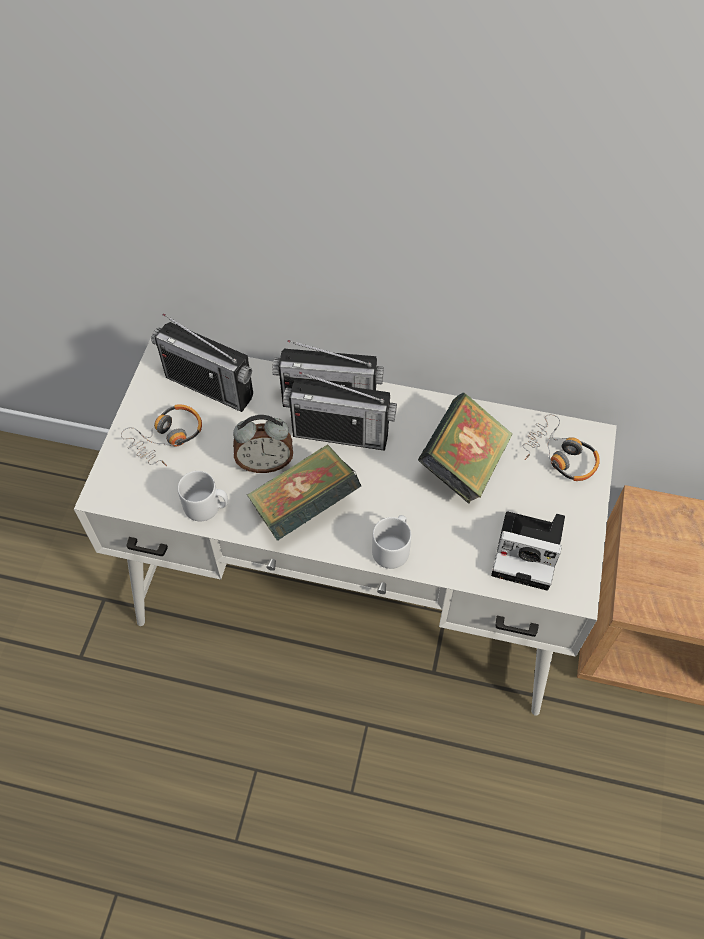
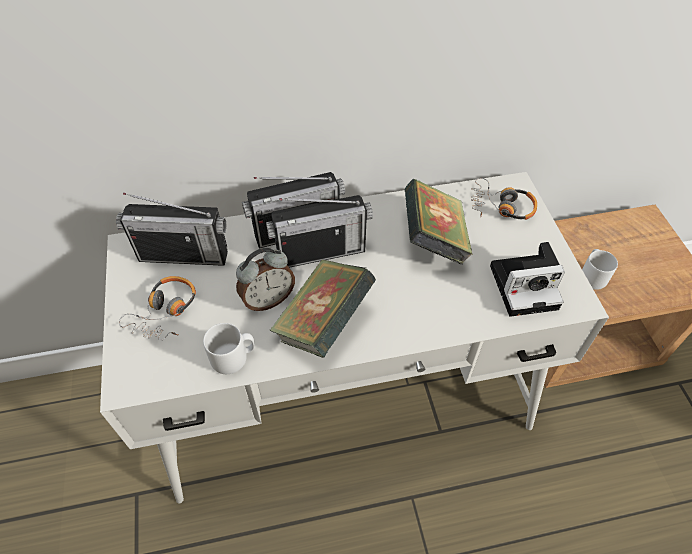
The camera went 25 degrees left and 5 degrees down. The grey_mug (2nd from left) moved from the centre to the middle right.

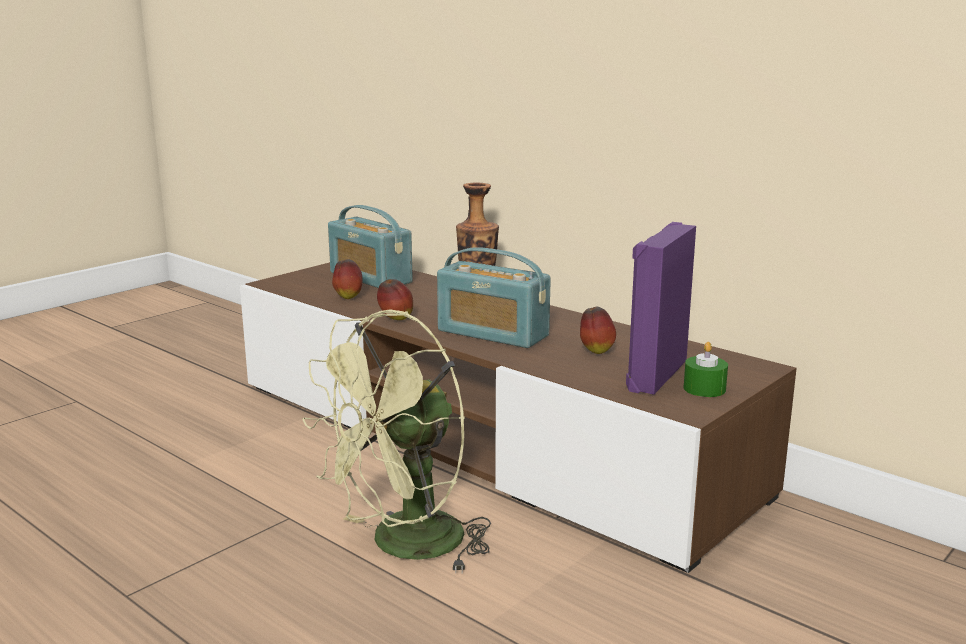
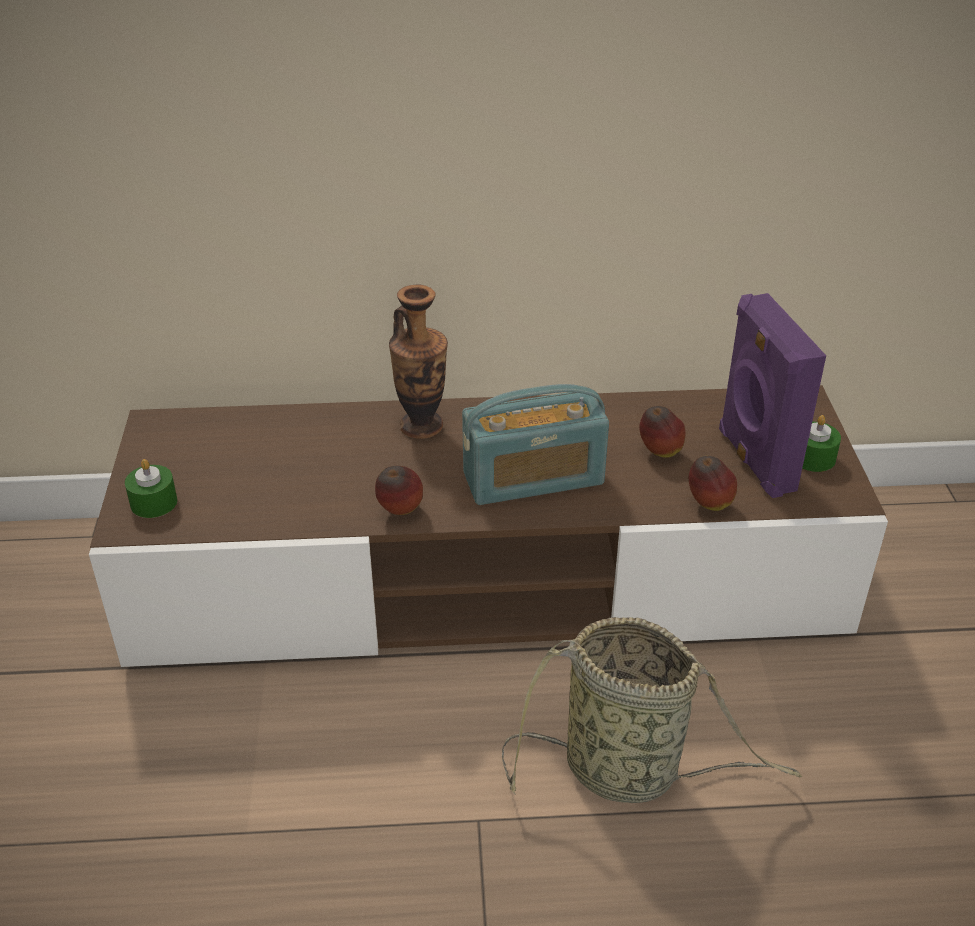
The camera went 45 degrees left and 20 degrees up. The radio (1st from left) at the centre disappeared. The apple (1st from left in the first image) moved from the centre to the middle right. The green_fan at the bottom centre was replaced by the basket at the bottom right. The green_candle (1st from left) at the middle left appeared.

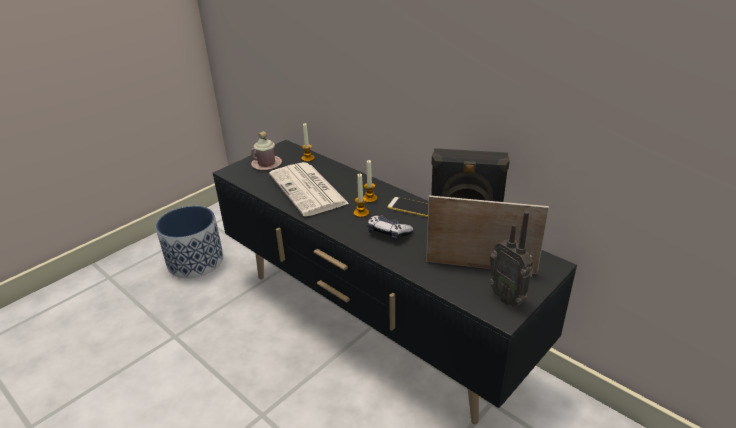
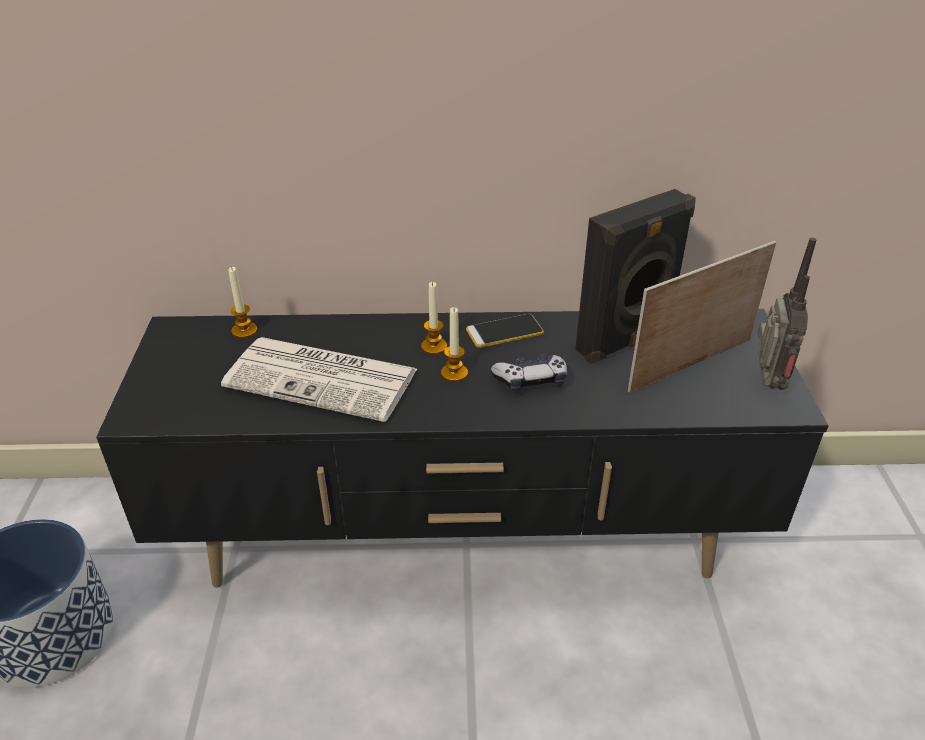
The camera went 45 degrees left and 5 degrees up. The pink_mug at the centre disappeared. The radio at the middle right turned 90 degrees counterclockwise.

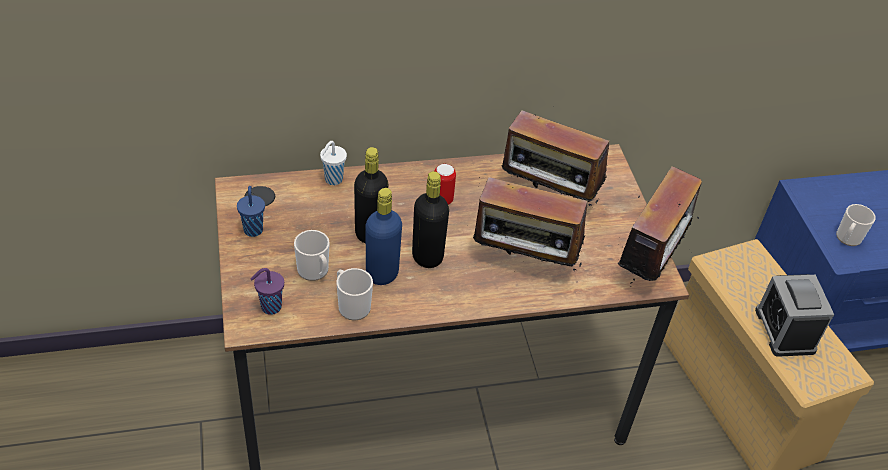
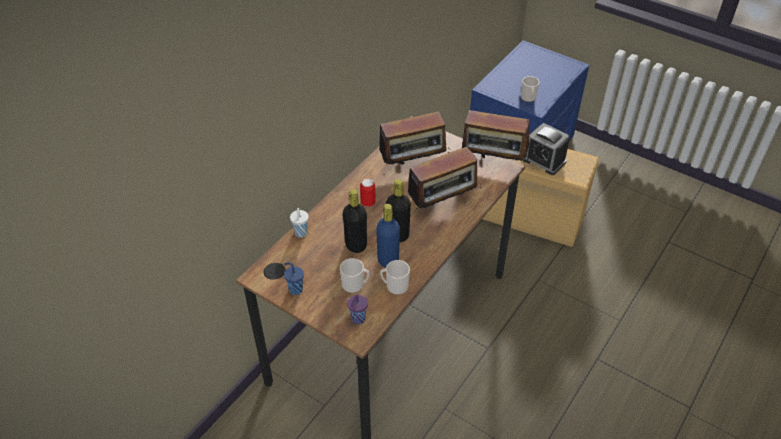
The camera went 40 degrees left and 0 degrees up. The radio (3rd from left) at the middle right turned 120 degrees clockwise.

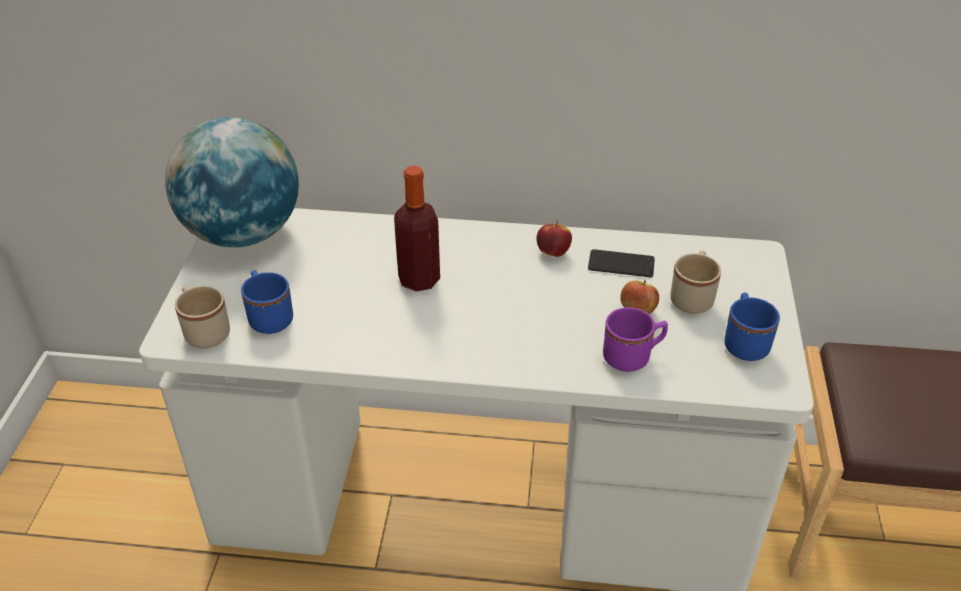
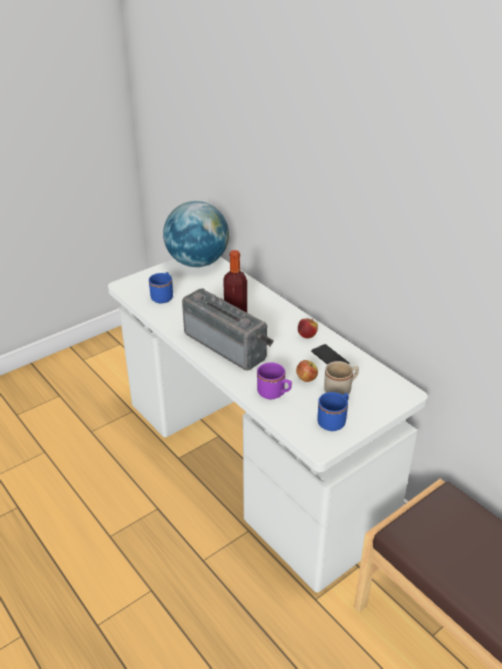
The camera went 45 degrees right and 5 degrees down. The beige_mug (1st from left) at the middle left disappeared. The radio at the centre appeared.

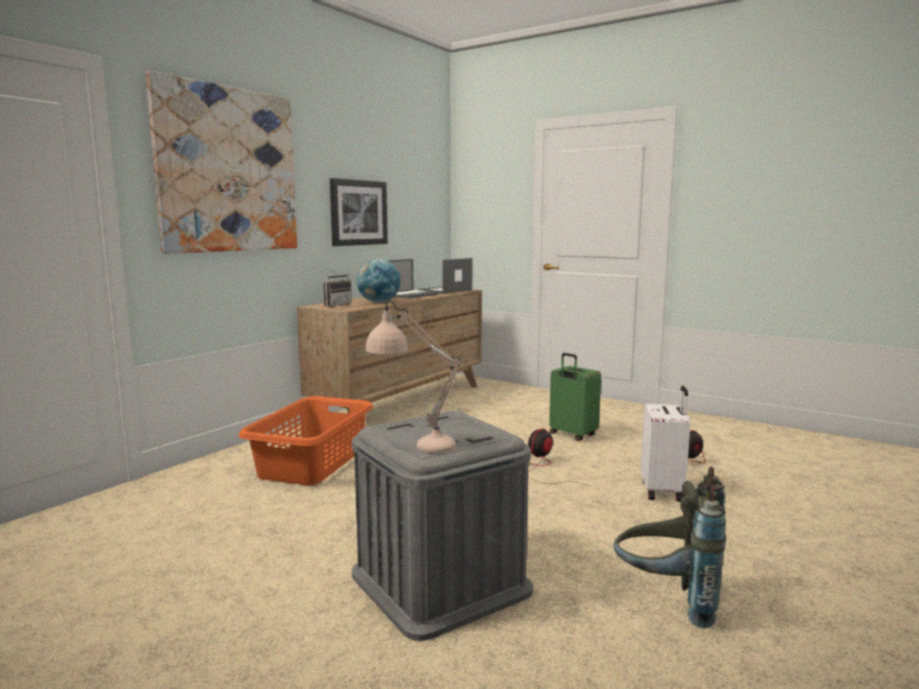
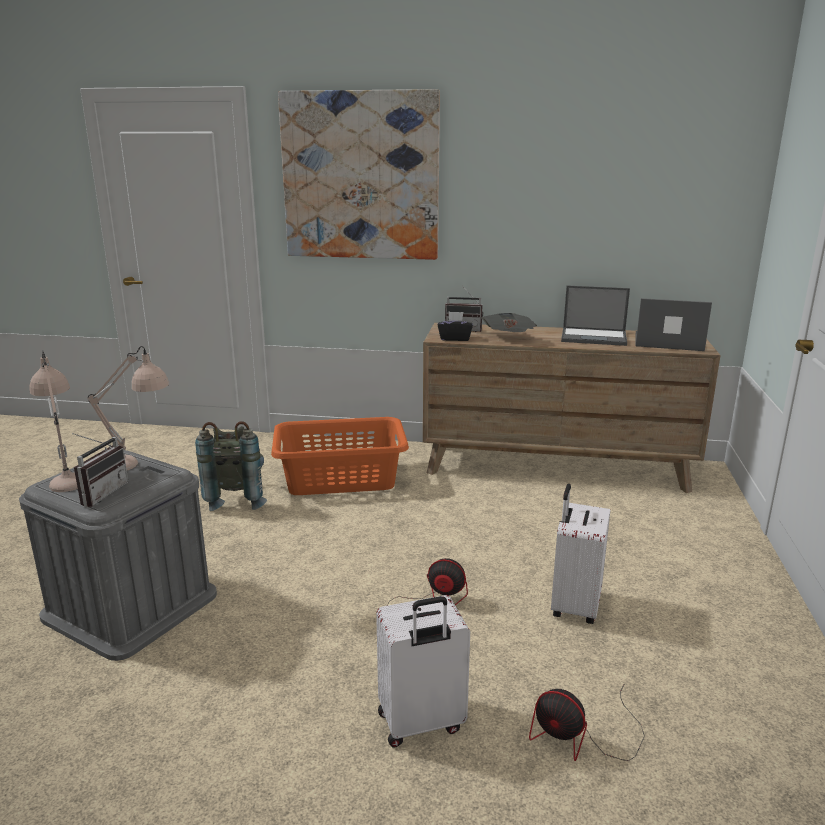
The camera went 65 degrees right and 10 degrees up. The picture (2nd from left) at the top centre disappeared. The globe at the centre was replaced by the newspaper at the centre. The green_suitcase at the centre became the white_suitcase (2nd from left) at the bottom right. The grey_backpack moved from the bottom right to the middle left. The black_tissue_box at the centre appeared. The beige_table_lamp (2nd from left) at the middle left appeared. The radio (1st from left) at the middle left appeared.

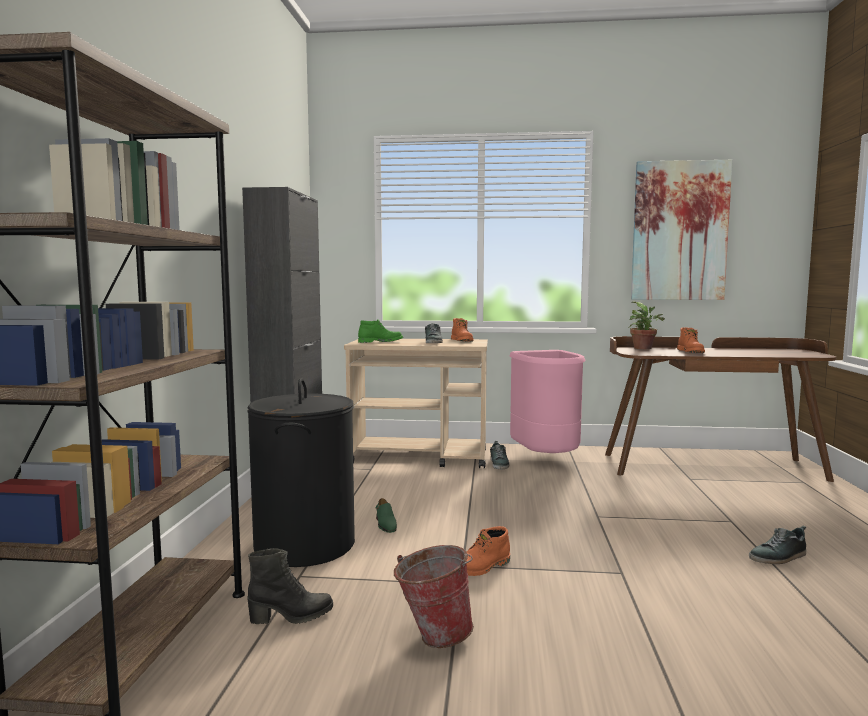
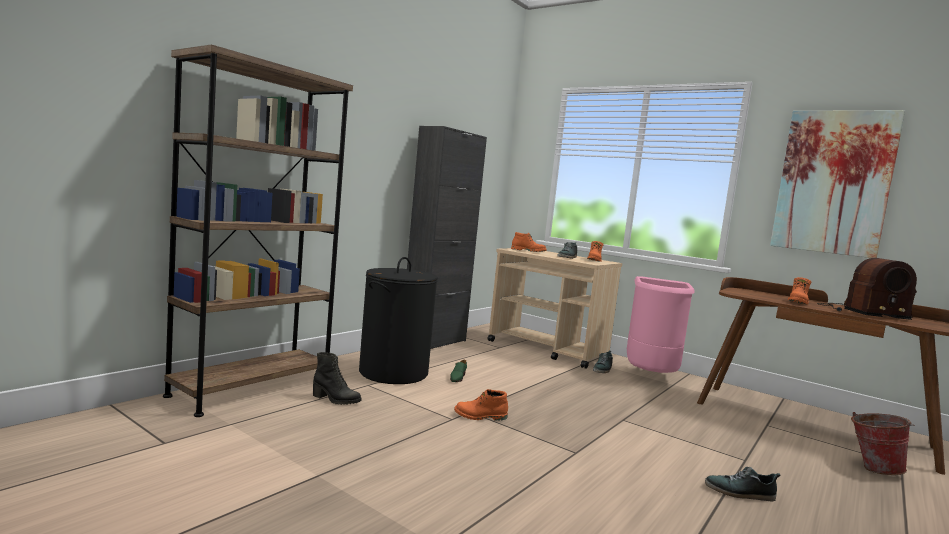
The camera went 30 degrees right and 0 degrees up. The potted_plant at the middle right disappeared. The green_boot at the centre became the orange_boot (2nd from left) at the centre. The bucket moved from the bottom centre to the bottom right. The radio at the middle right appeared.

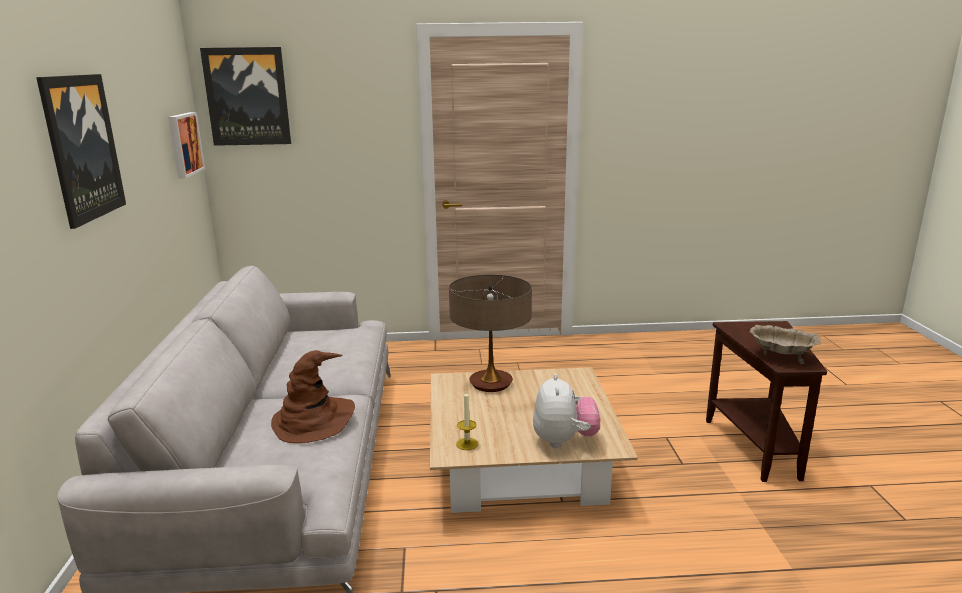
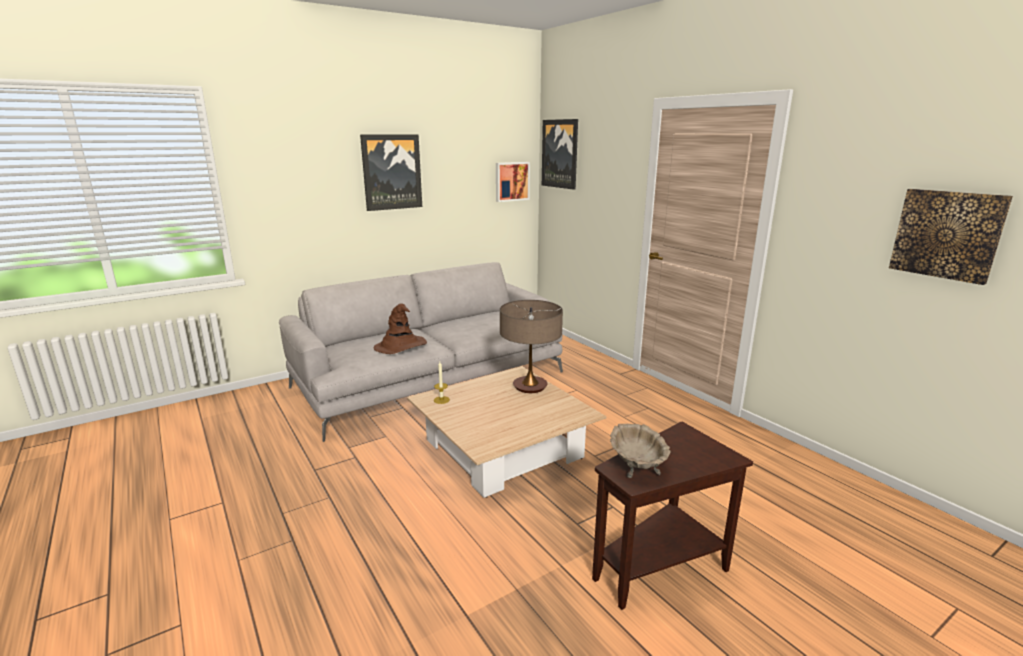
The camera went 60 degrees right and 0 degrees up. The plush_toy at the bottom centre disappeared. The picture (4th from left) at the middle right appeared.

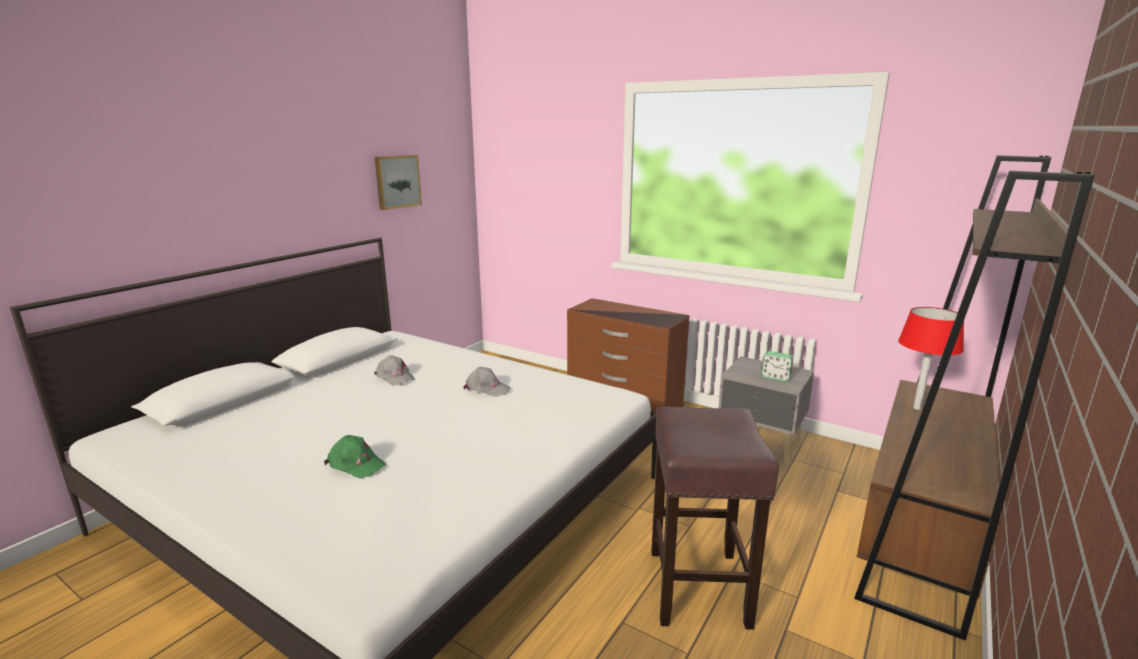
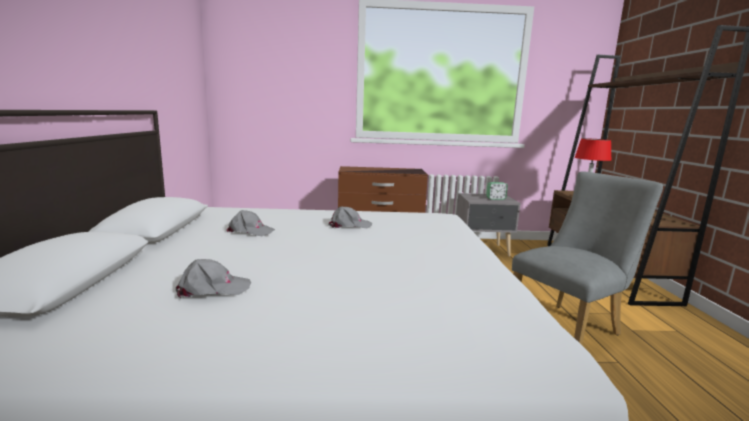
The camera went 35 degrees left and 5 degrees down. The picture at the top centre disappeared. The brown_stool at the bottom centre was replaced by the grey_chair at the middle right. The green_cap at the bottom left disappeared. The grey_cap (1st from left) at the middle left appeared.

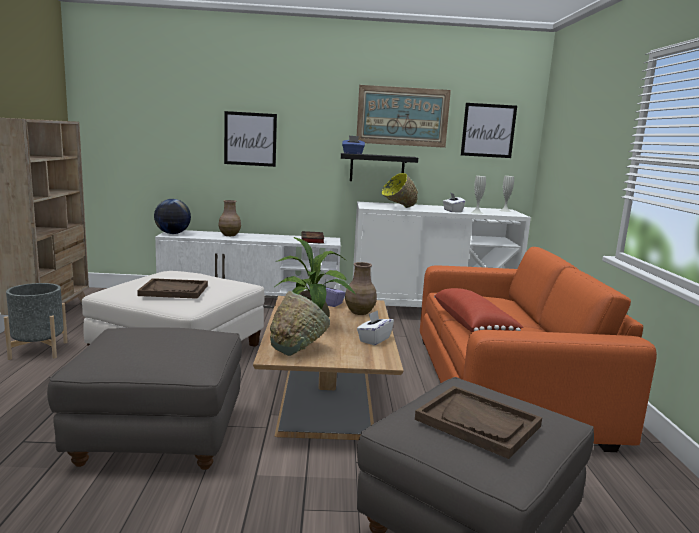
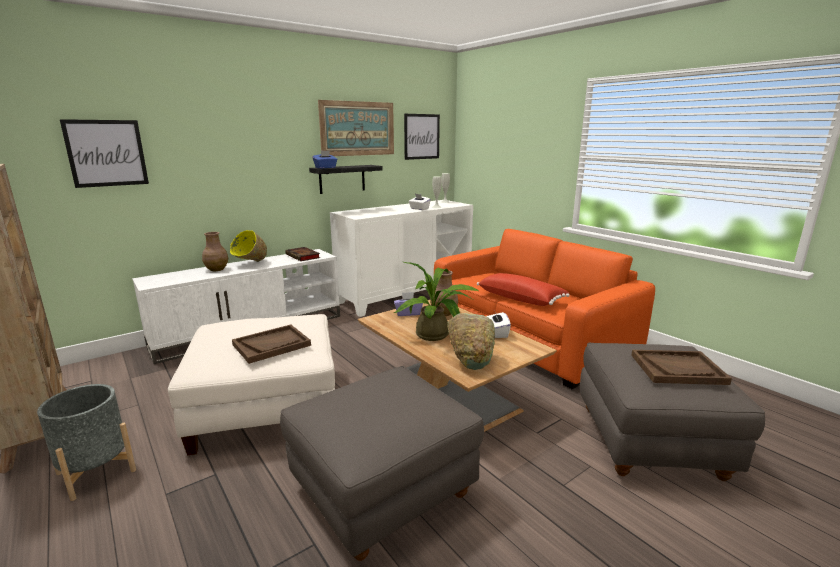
The camera went 35 degrees left and 5 degrees up. The picture (1st from left) moved from the top centre to the top left. The yellow_bowl moved from the centre to the middle left. The globe at the middle left disappeared.

